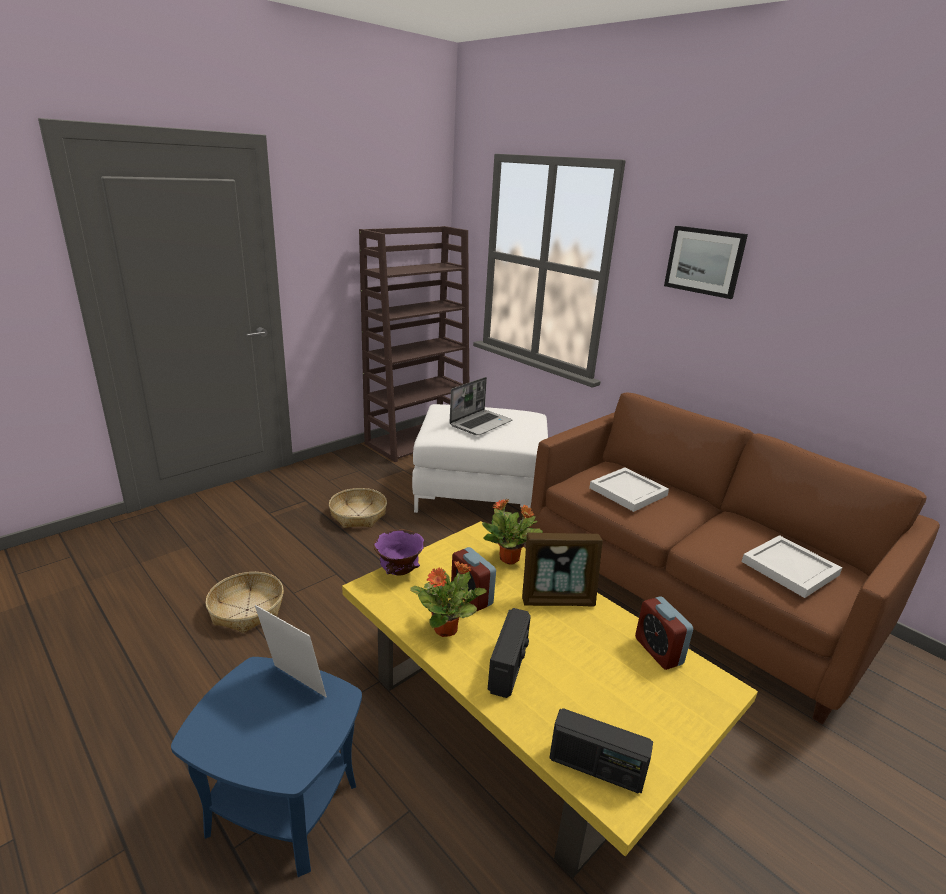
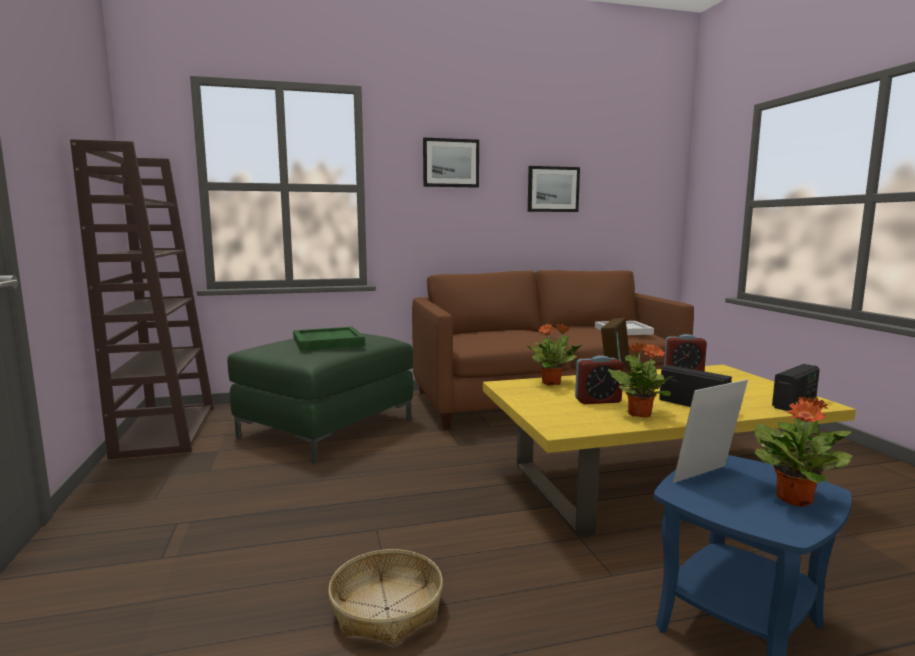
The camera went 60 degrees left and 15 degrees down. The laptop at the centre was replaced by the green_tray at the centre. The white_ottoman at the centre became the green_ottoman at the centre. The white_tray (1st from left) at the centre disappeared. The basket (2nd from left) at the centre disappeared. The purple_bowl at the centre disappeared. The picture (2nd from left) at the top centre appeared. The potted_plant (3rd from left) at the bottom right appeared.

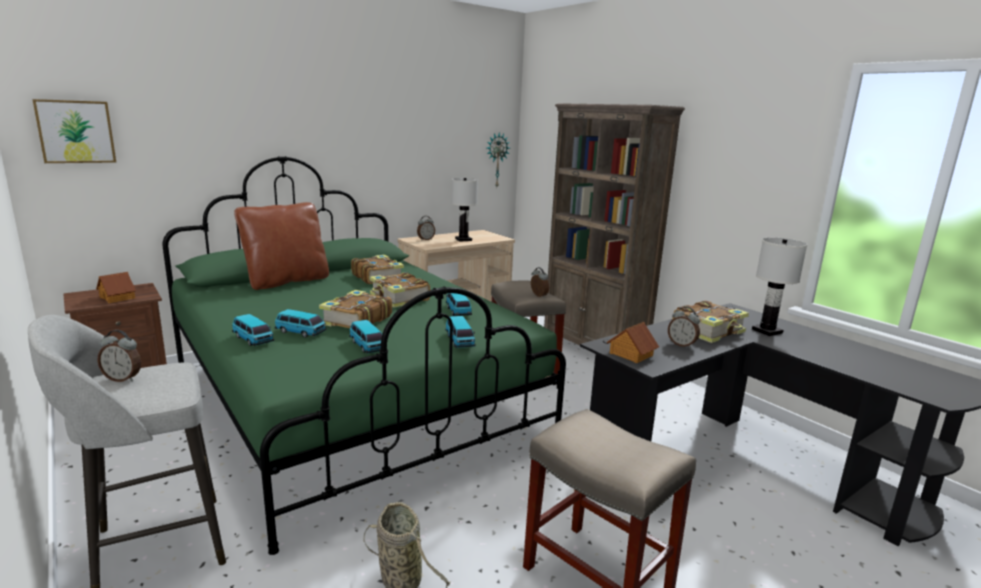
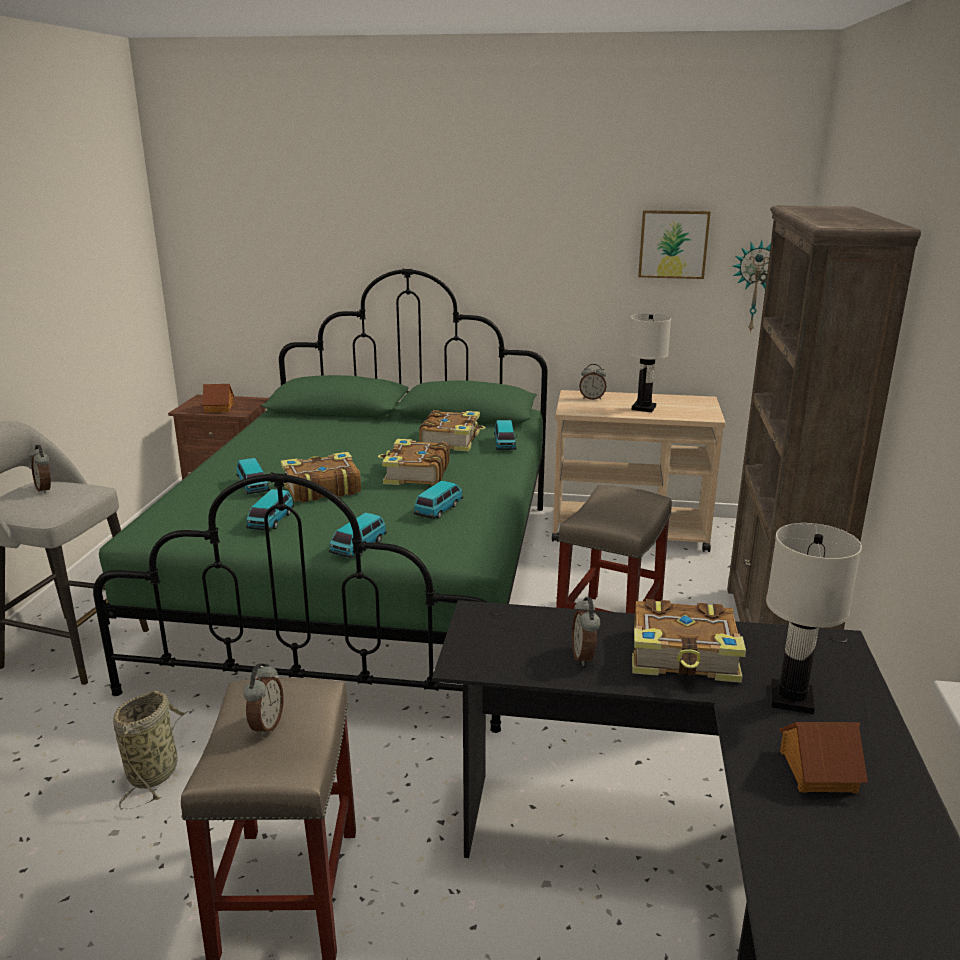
The camera went 45 degrees right and 5 degrees up. The picture moved from the top left to the top right. The brown_pillow at the middle left disappeared. The alarm_clock (3rd from left in the first image) moved from the centre to the bottom left. The toy_car (1st from left in the first image) moved from the middle left to the centre. The toy_house (2nd from left) moved from the centre to the bottom right.

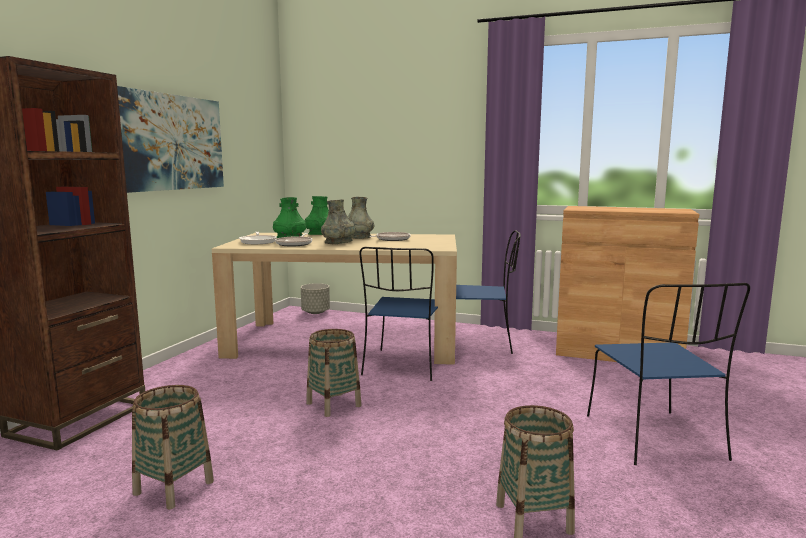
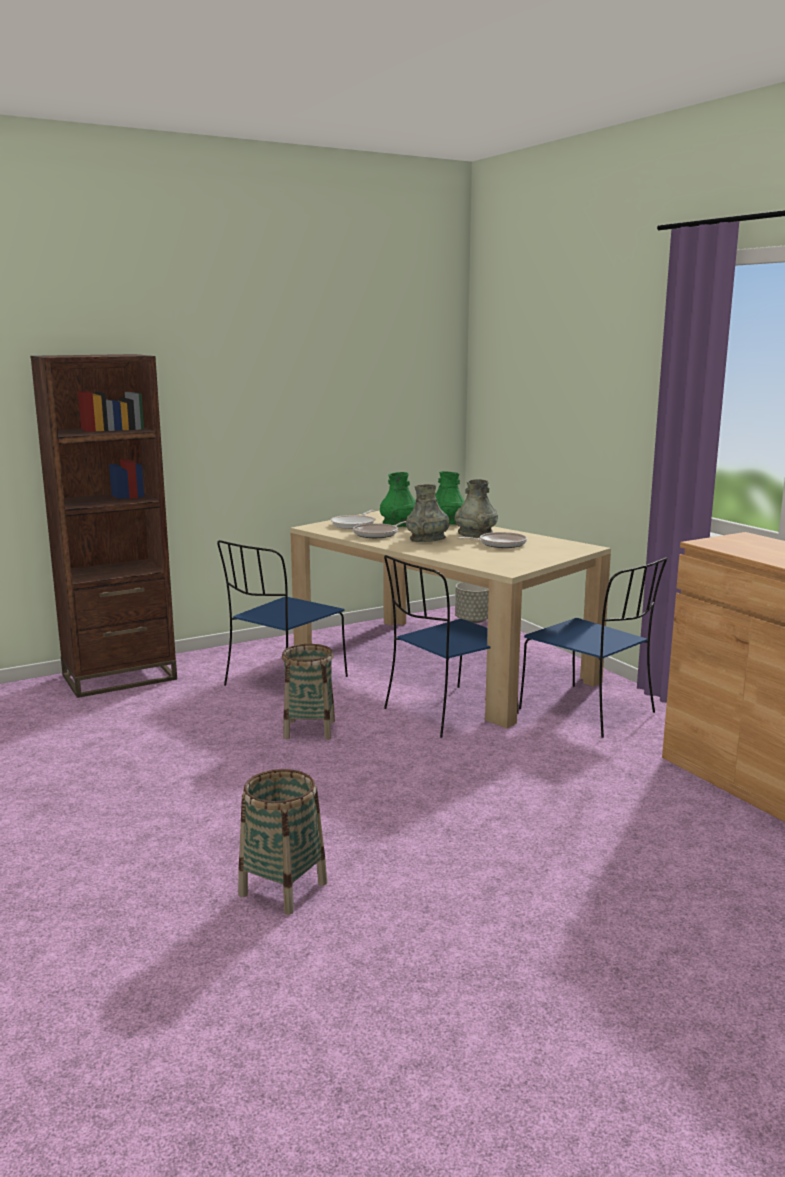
The camera went 40 degrees right and 5 degrees up. The picture at the top left disappeared. The blue_chair (3rd from left in the first image) moved from the bottom right to the centre. The basket (1st from left) at the bottom left disappeared.

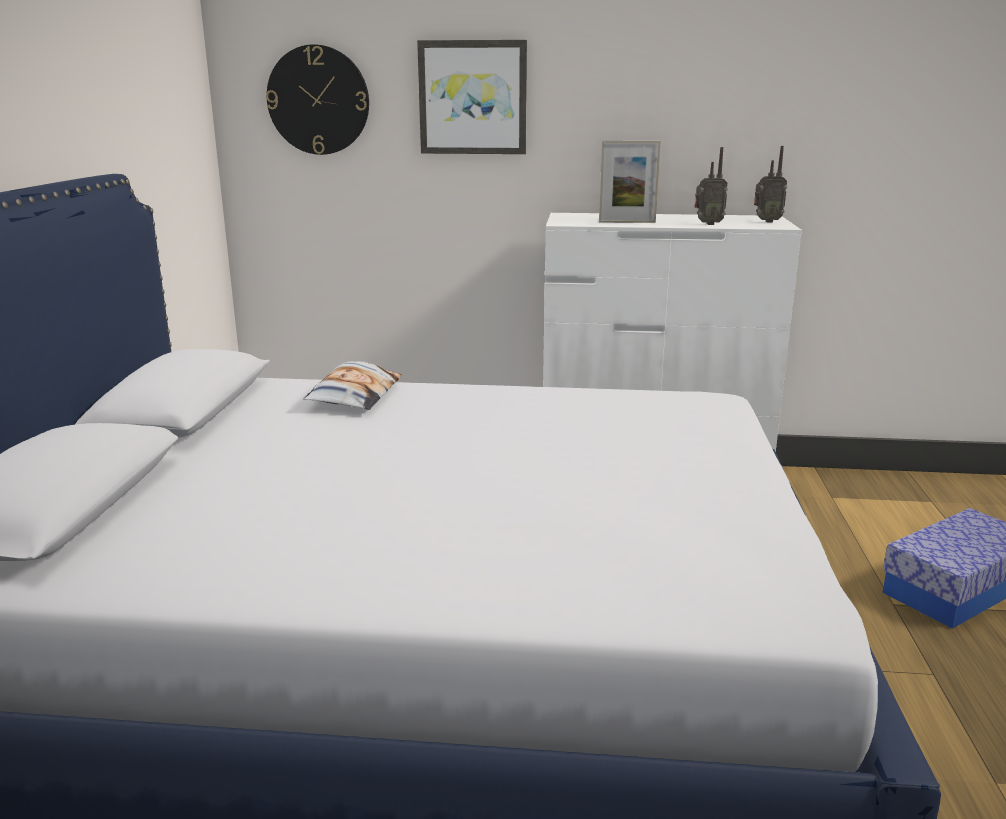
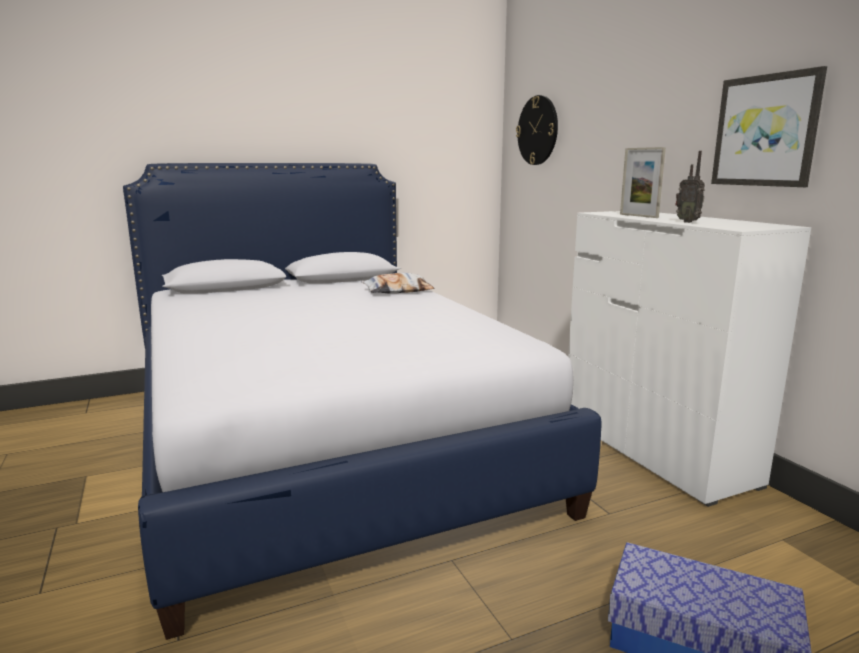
The camera went 60 degrees right and 5 degrees down. The picture moved from the top centre to the top right. The radio (2nd from left) at the top right disappeared.

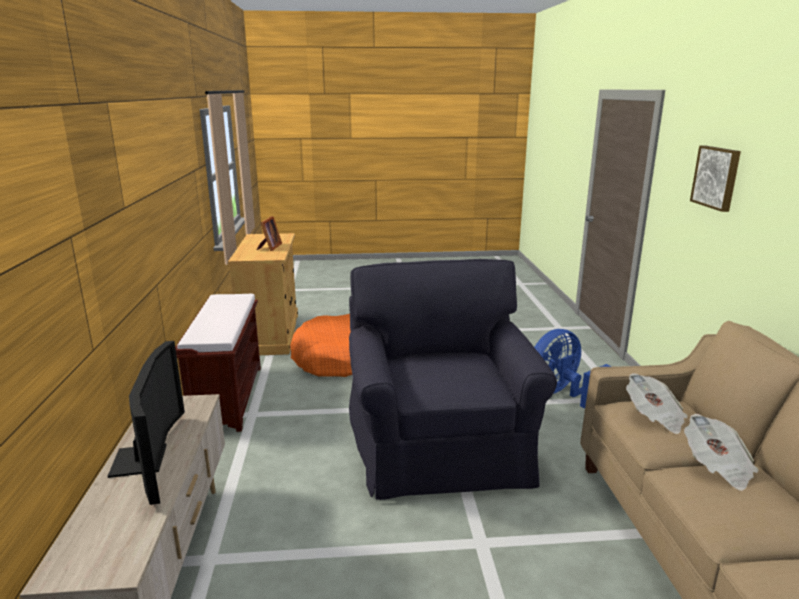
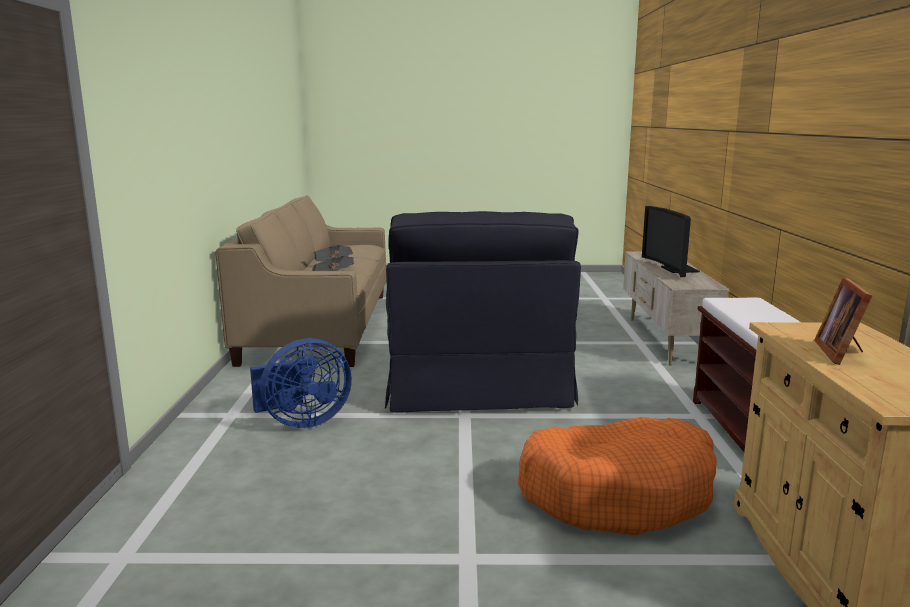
The camera went 175 degrees left and 5 degrees down. The picture at the top right disappeared.

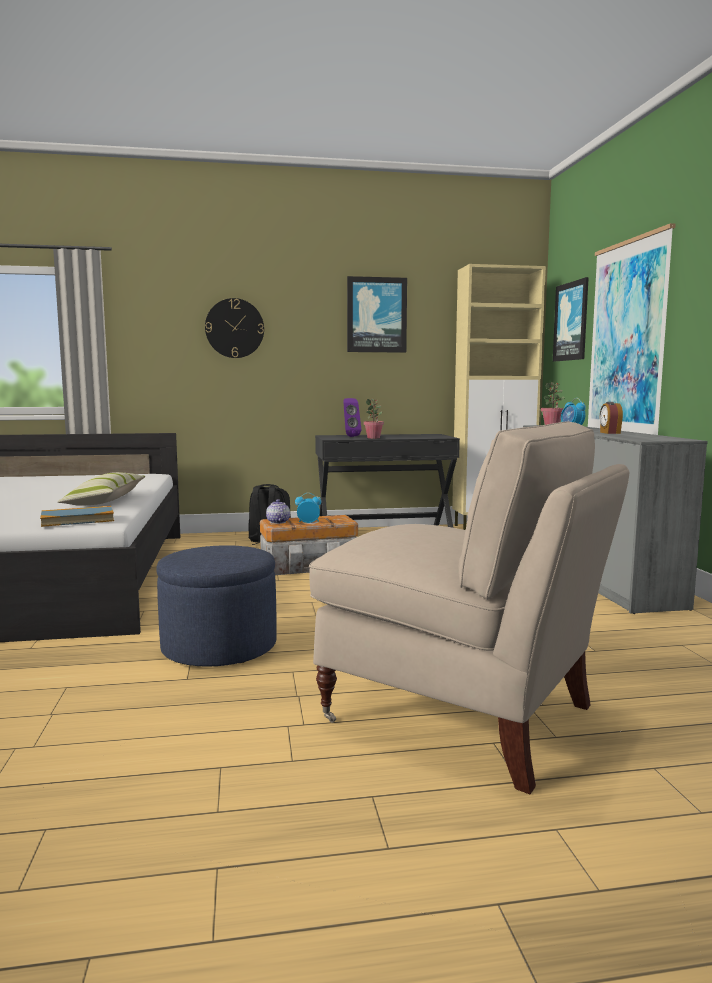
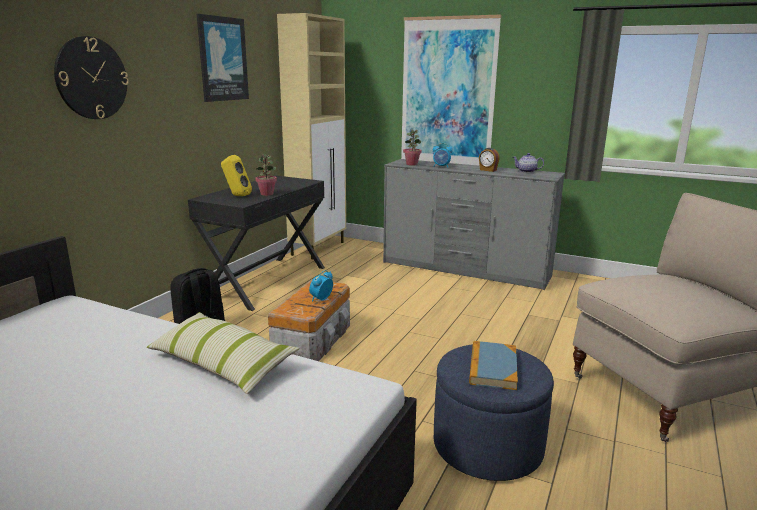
The camera went 55 degrees left and 10 degrees up. The picture (2nd from left) at the top right disappeared. The purple_speaker at the centre became the yellow_speaker at the middle left. The teapot moved from the centre to the top right. The book moved from the middle left to the bottom centre.

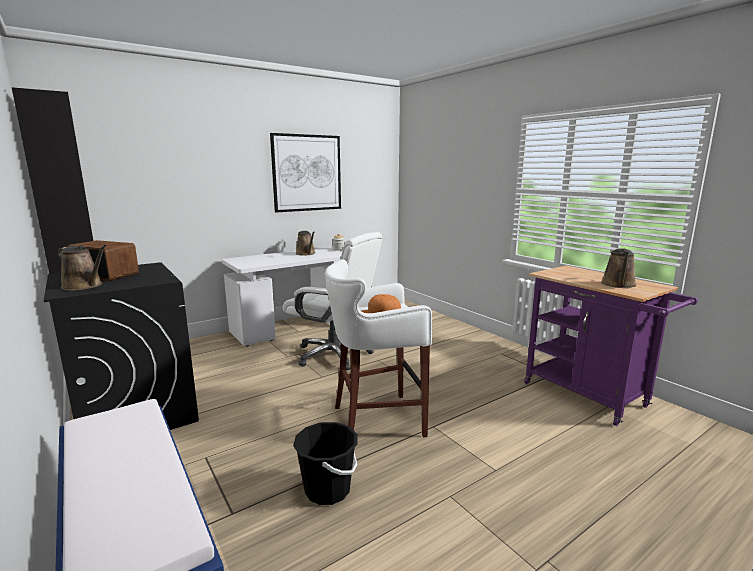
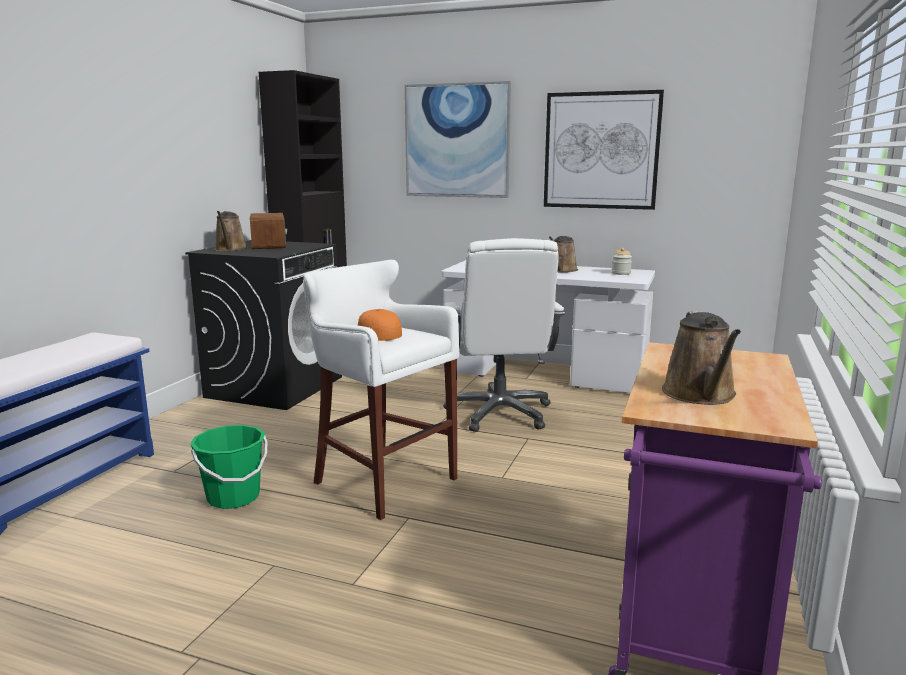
The camera went 55 degrees right and 0 degrees up. The brown_watering_can (3rd from left) at the middle right turned 75 degrees counterclockwise. The black_bucket at the bottom centre became the green_bucket at the bottom left. The picture (1st from left) at the top centre appeared.

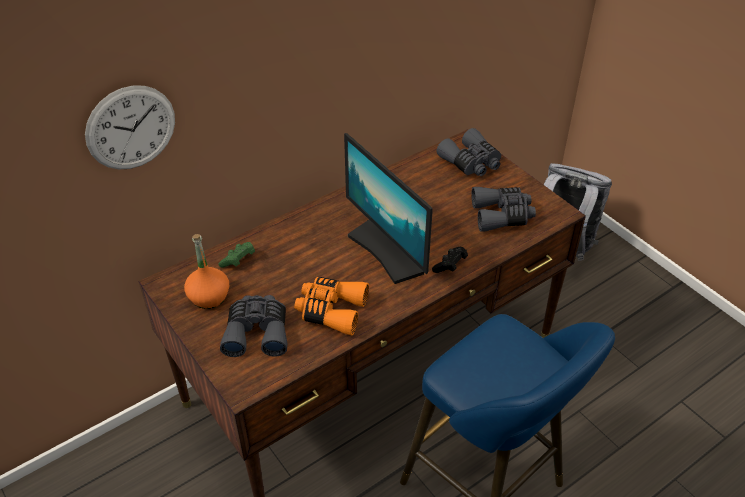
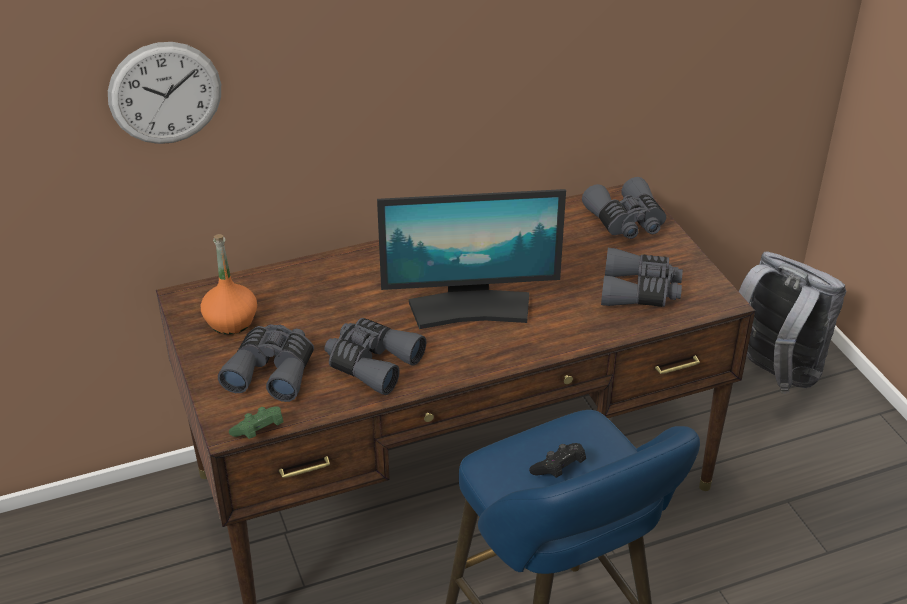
The camera went 15 degrees right and 5 degrees down. The monitor at the centre turned 75 degrees counterclockwise. The green_game_controller moved from the middle left to the bottom left. The black_game_controller moved from the centre to the bottom centre. The orange_binoculars at the centre became the grey_binoculars (2nd from left) at the centre.

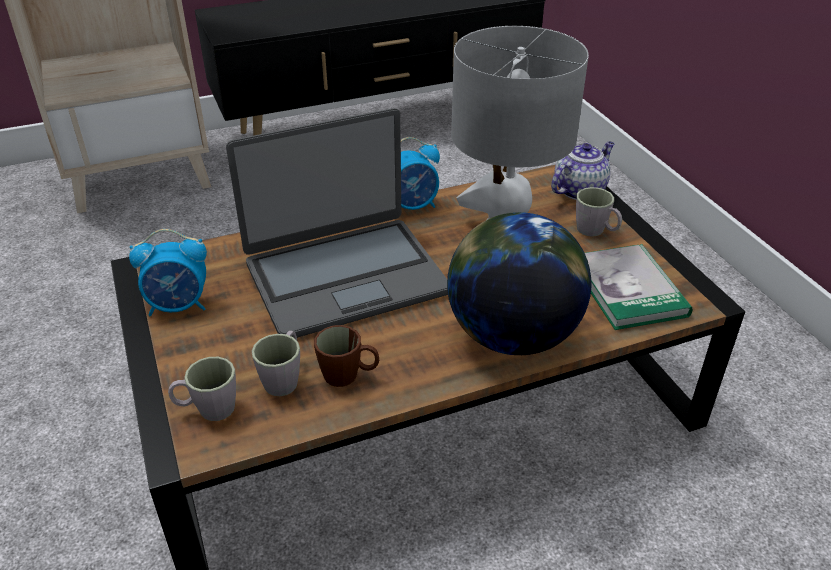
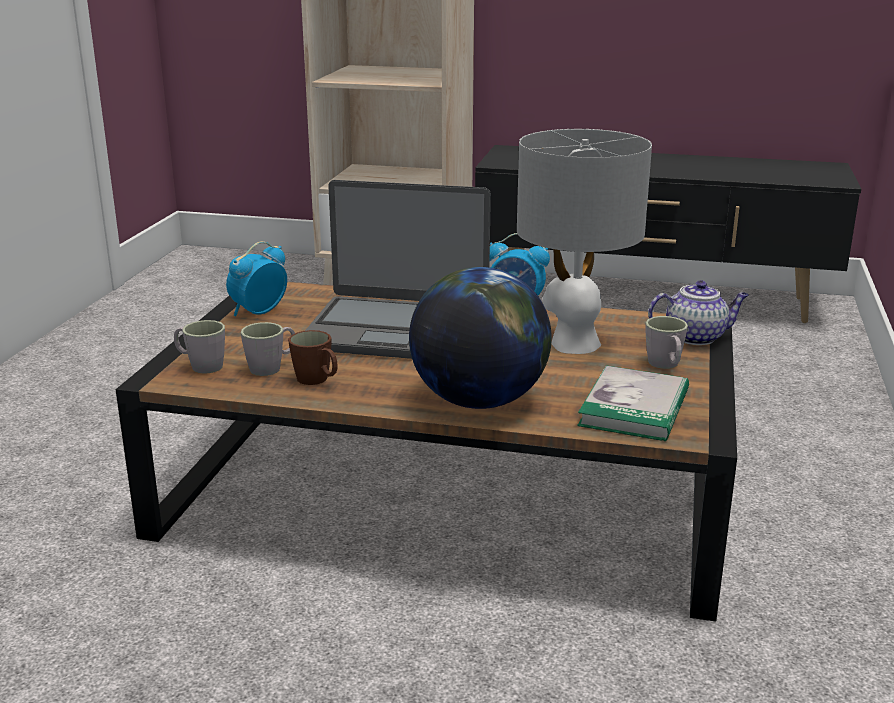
The camera went 35 degrees right and 15 degrees down. The alarm_clock (1st from left) at the middle left turned 105 degrees clockwise.

